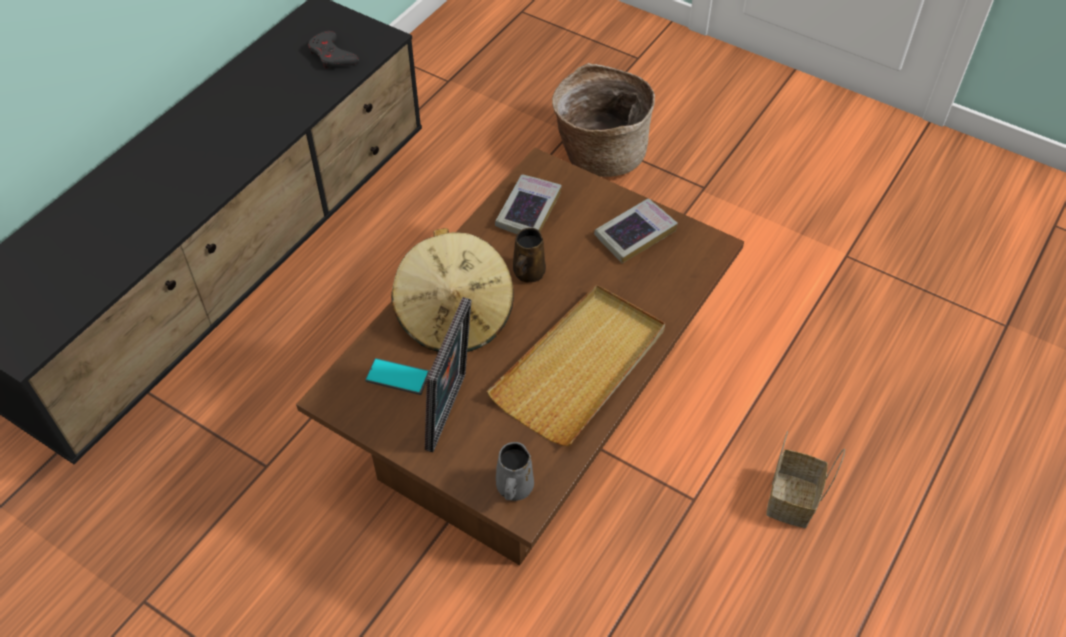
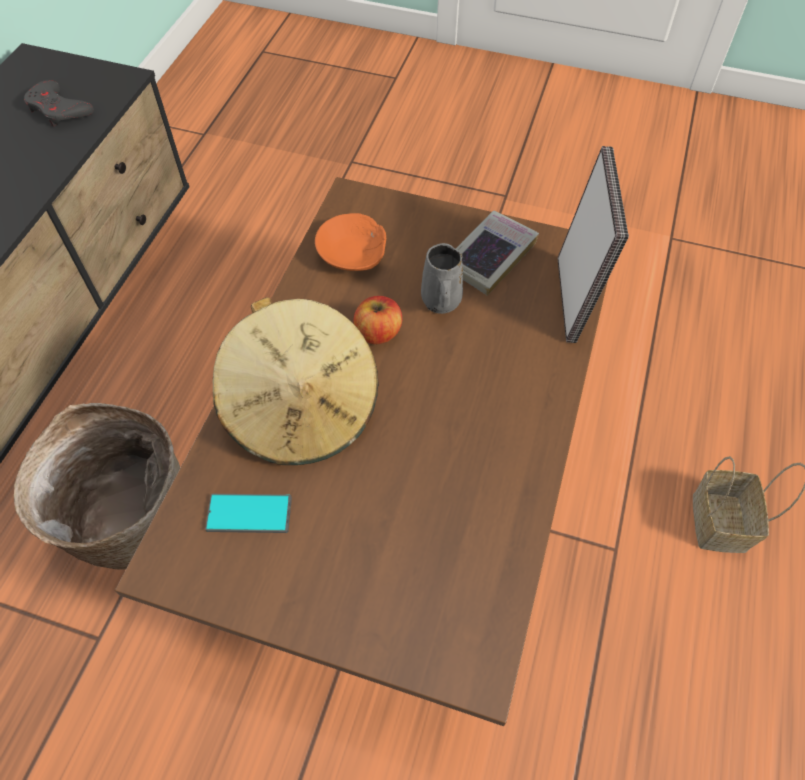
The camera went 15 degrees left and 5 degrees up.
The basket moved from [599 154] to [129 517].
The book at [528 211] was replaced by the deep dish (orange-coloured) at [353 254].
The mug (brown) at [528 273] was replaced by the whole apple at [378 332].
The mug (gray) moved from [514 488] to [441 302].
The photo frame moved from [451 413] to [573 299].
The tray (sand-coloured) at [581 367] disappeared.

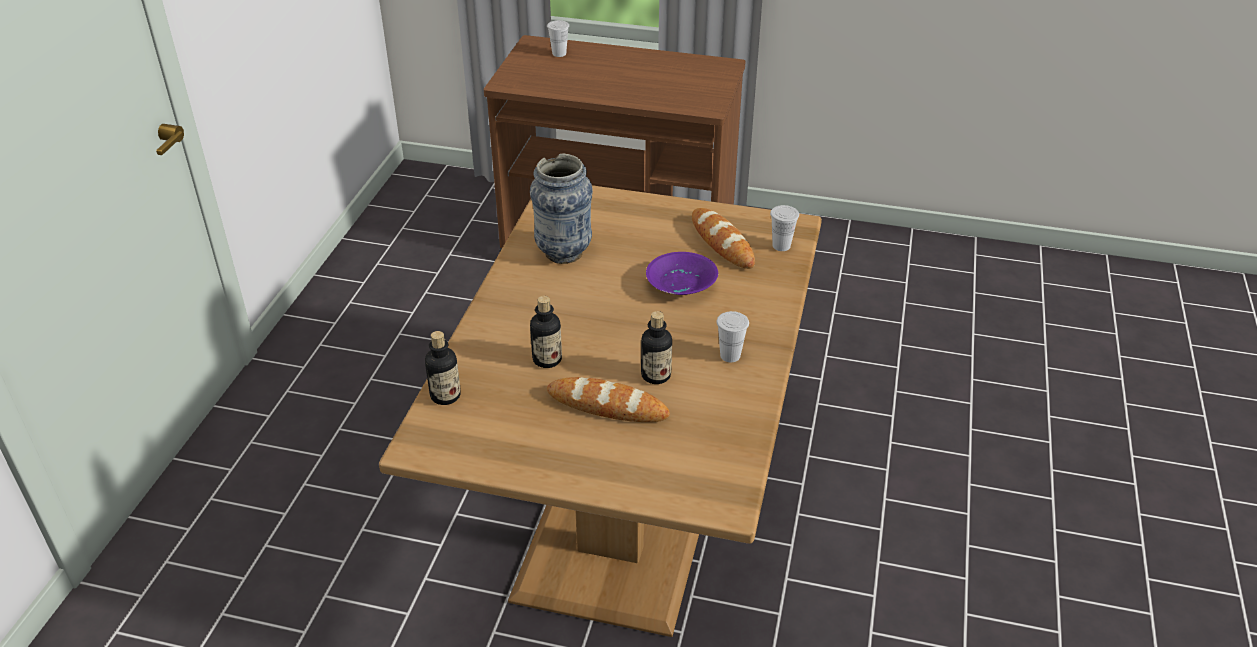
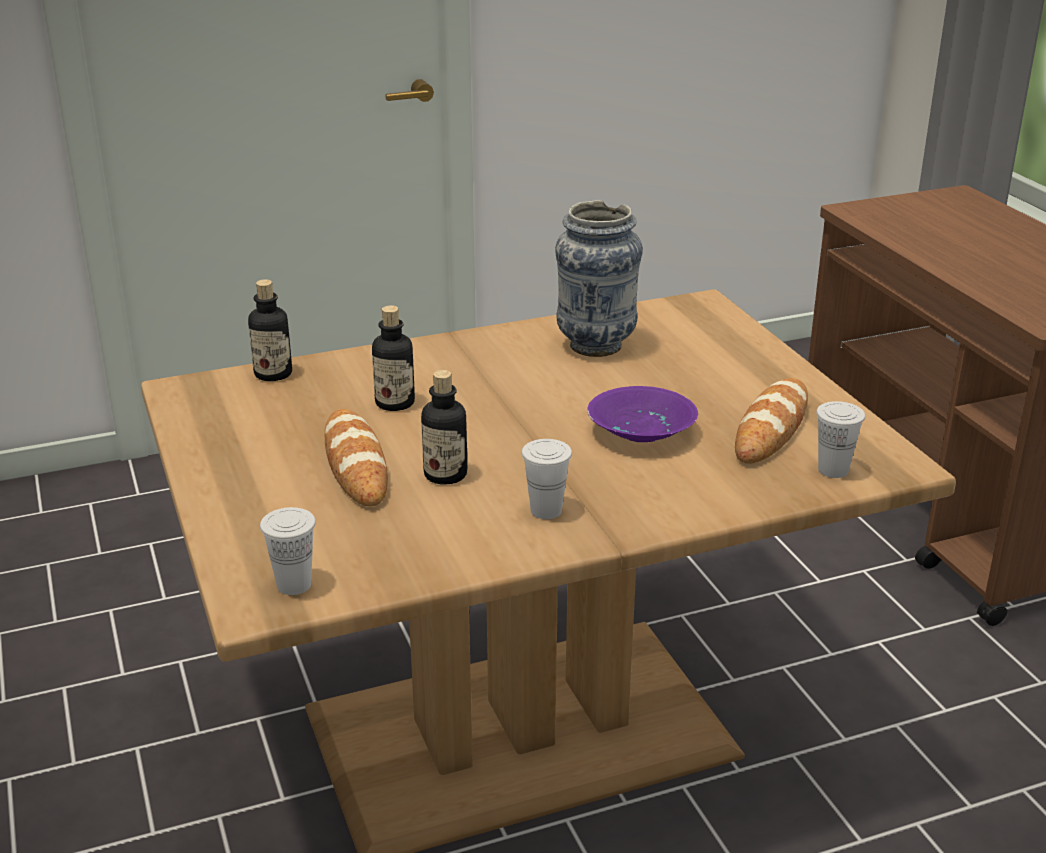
The camera went 55 degrees right and 10 degrees down.
The small cup (white-coloured) moved from [559 53] to [294 585].

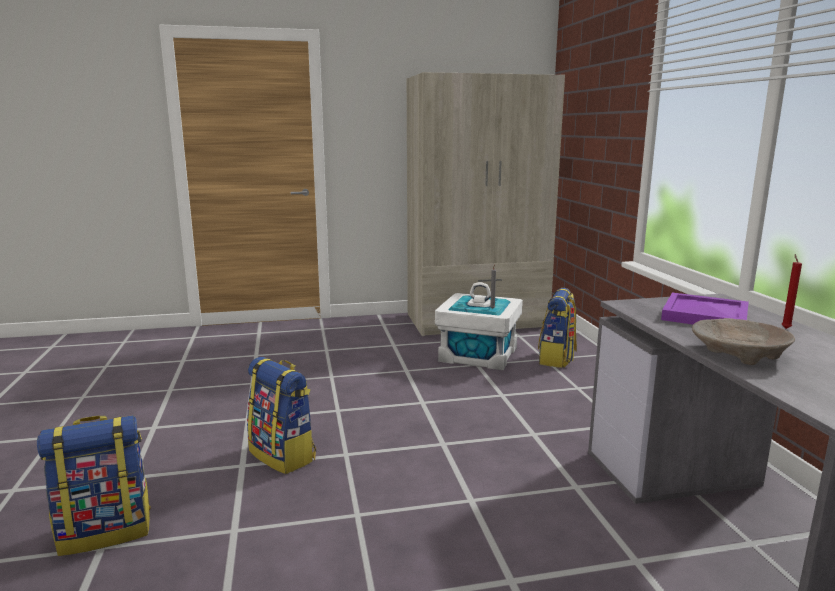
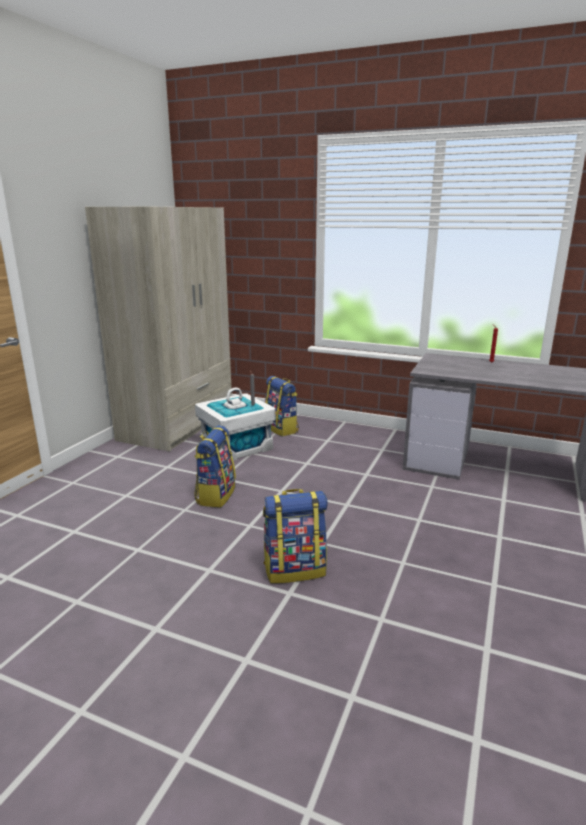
The camera went 55 degrees left and 5 degrees up.
The rucksack moved from [106 531] to [215 495].
The tray (purple) at [703 315] disappeared.
The deep dish (sand-coloured) at [738 354] disappeared.

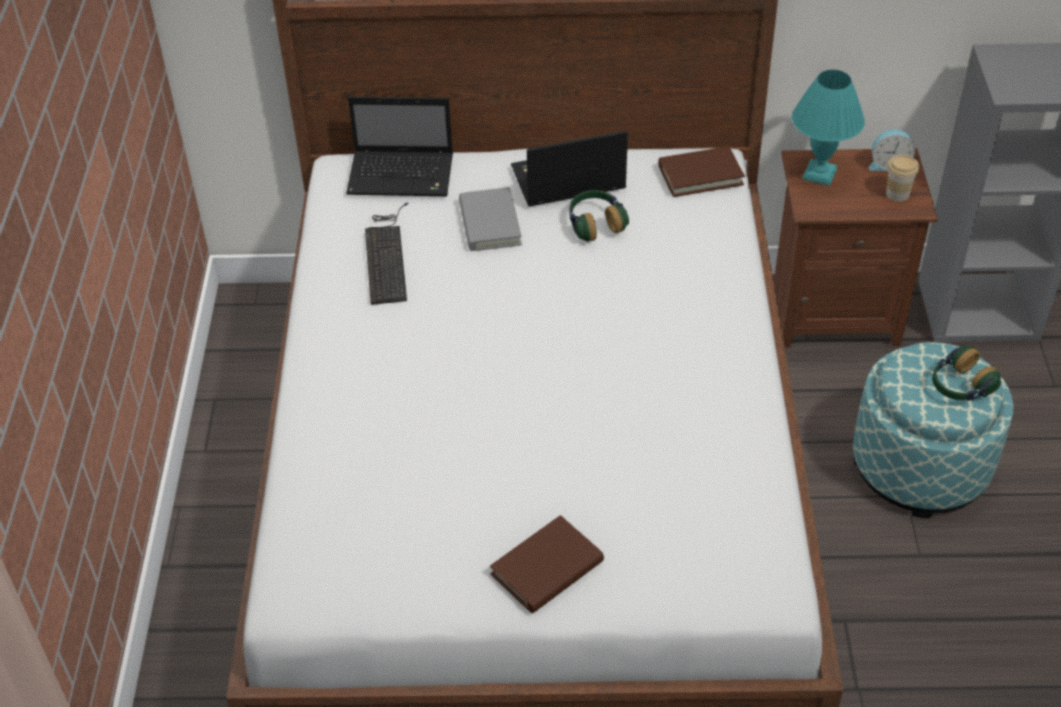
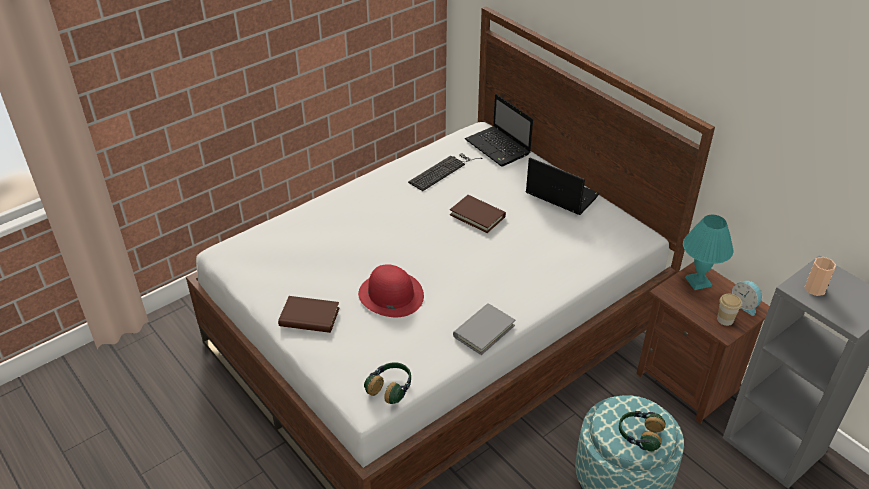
The camera went 50 degrees right and 5 degrees down.
The wearable hat (red) at [390 295] appeared.
The headset moved from [595 224] to [391 388].
The book (brown) moved from [700 175] to [477 216].
The book (gray) moved from [489 223] to [484 331].
The small cup at [815 289] appeared.

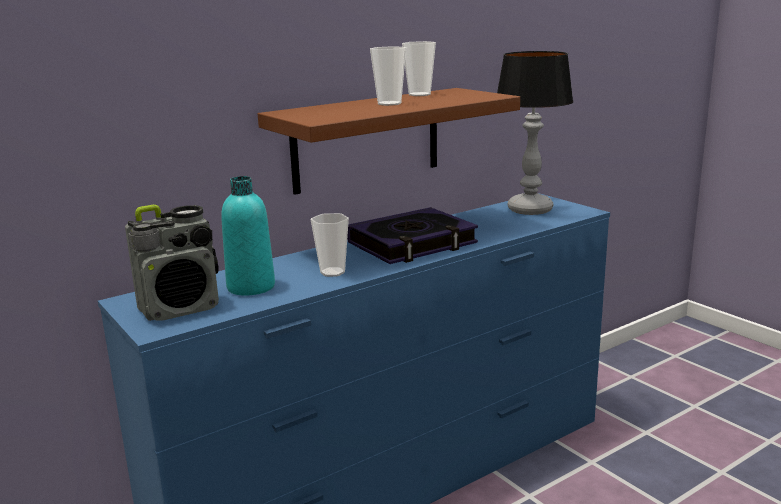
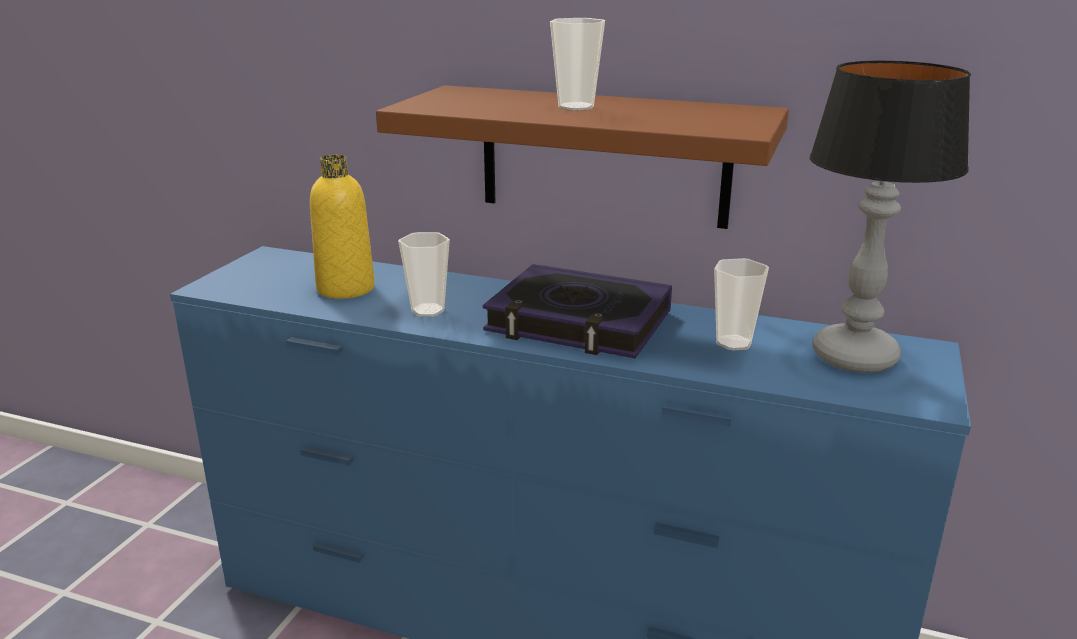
The camera went 55 degrees right and 5 degrees up.
The drink bottle (turquoise) at [251 287] became the drink bottle (yellow) at [345 288].
The small cup moved from [419 94] to [733 343].
The radio at [181 308] disappeared.

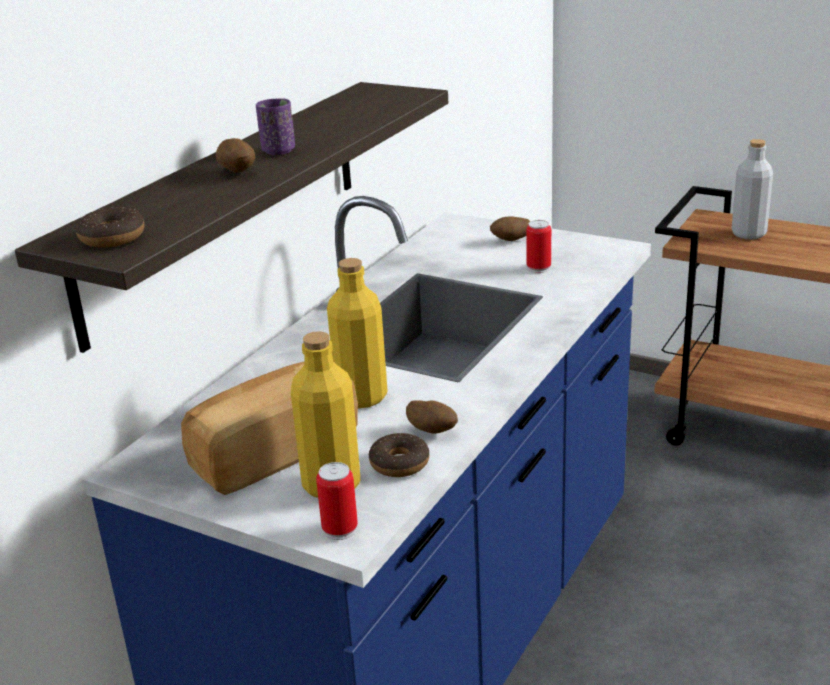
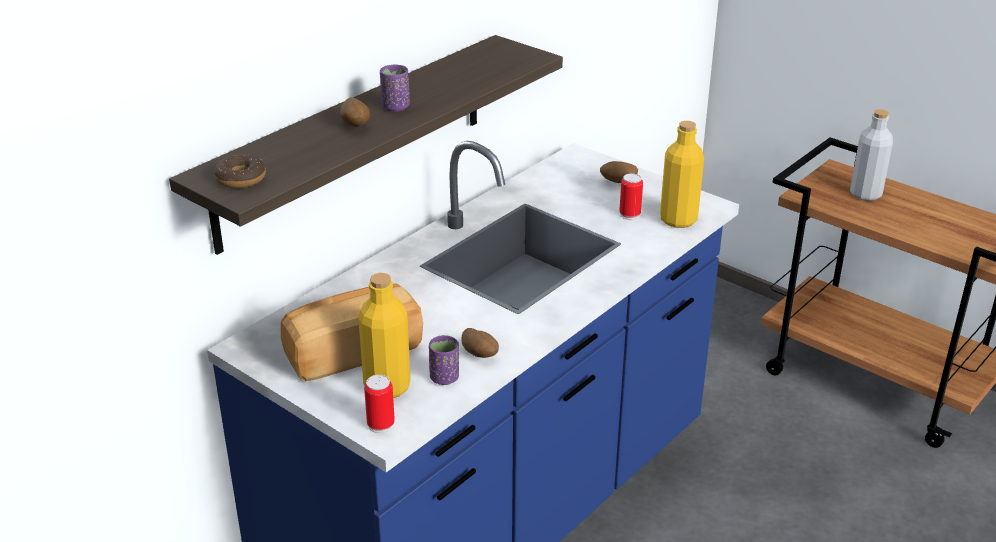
The camera went 10 degrees right and 5 degrees up.
The donut at [399 463] was replaced by the small cup (purple) at [444 378].
The drink bottle (yellow) moved from [361 397] to [678 220].

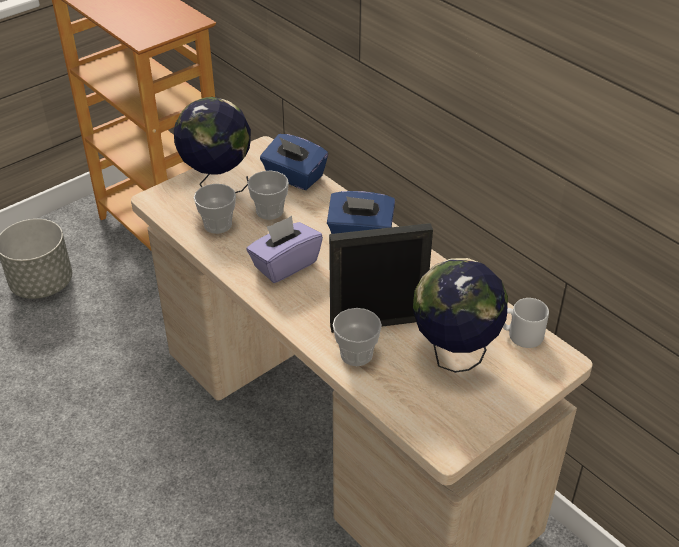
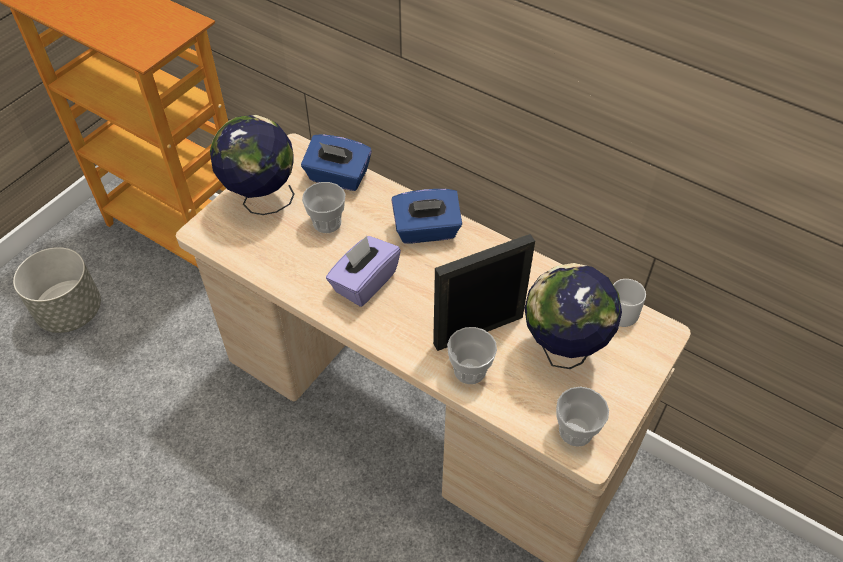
The camera went 15 degrees left and 10 degrees up.
The small cup moved from [218 225] to [575 431].

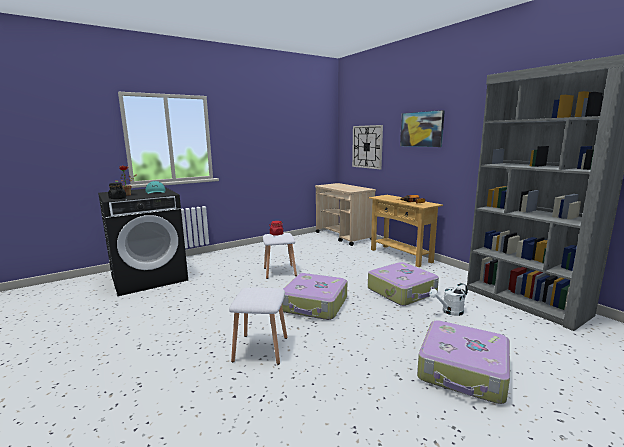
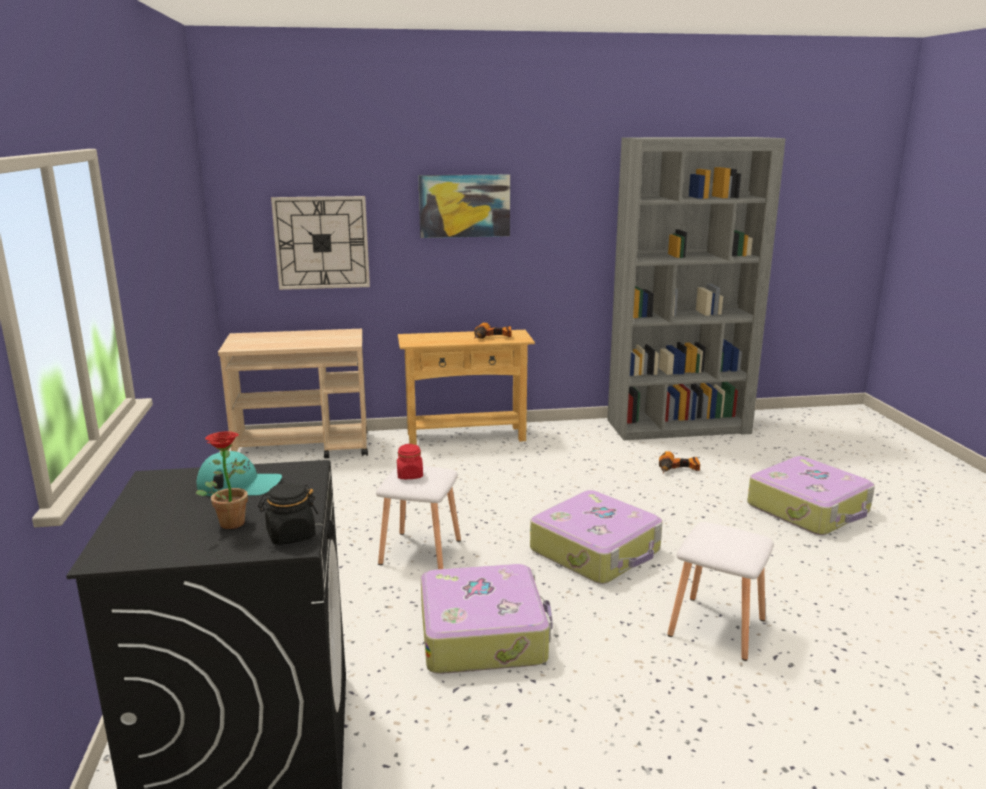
The camera went 65 degrees left and 5 degrees up.
The travel case moved from [402 291] to [483 634].
The sprinkling can (white-coloured) at [449 311] was replaced by the drill at [678 470].

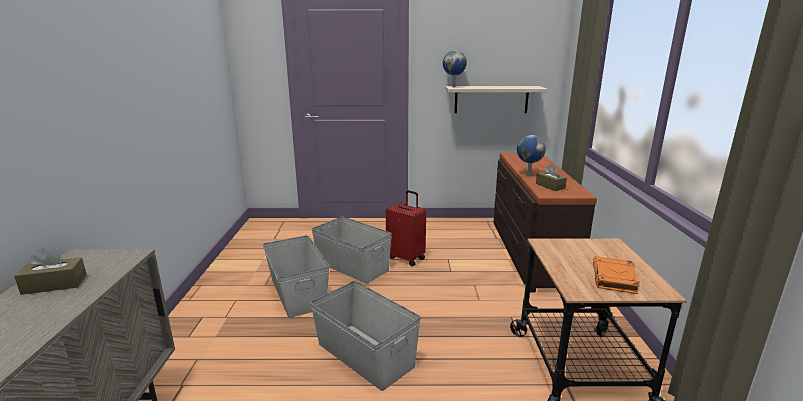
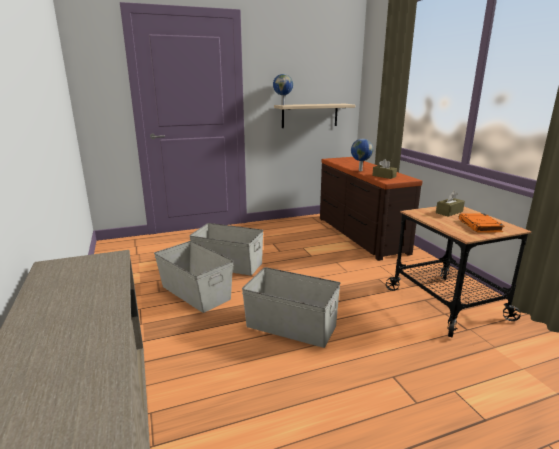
The camera went 20 degrees left and 0 degrees up.
The tissue box (brown) moved from [55 284] to [449 212].
The travel case (red) at [406 258] disappeared.

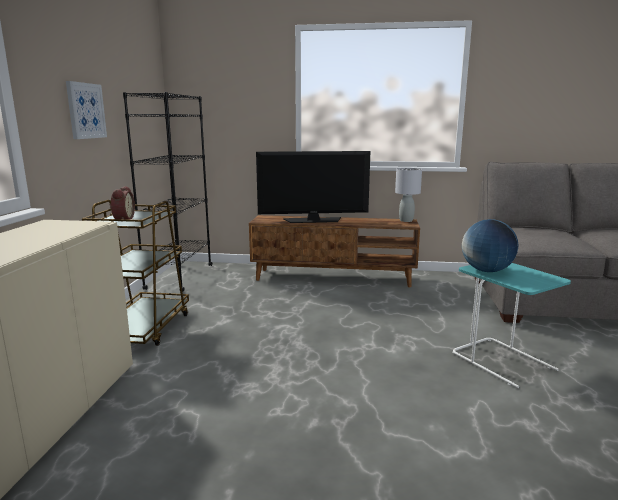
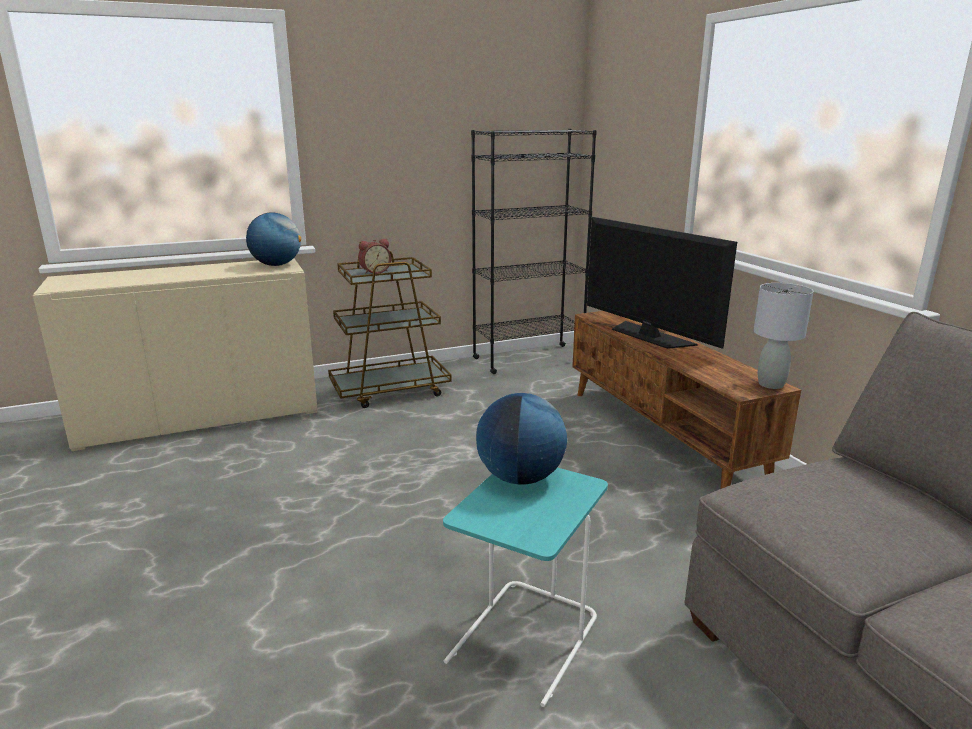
The camera went 60 degrees right and 5 degrees up.
The desk globe at [276 265] appeared.
The wall picture at [85 111] disappeared.

